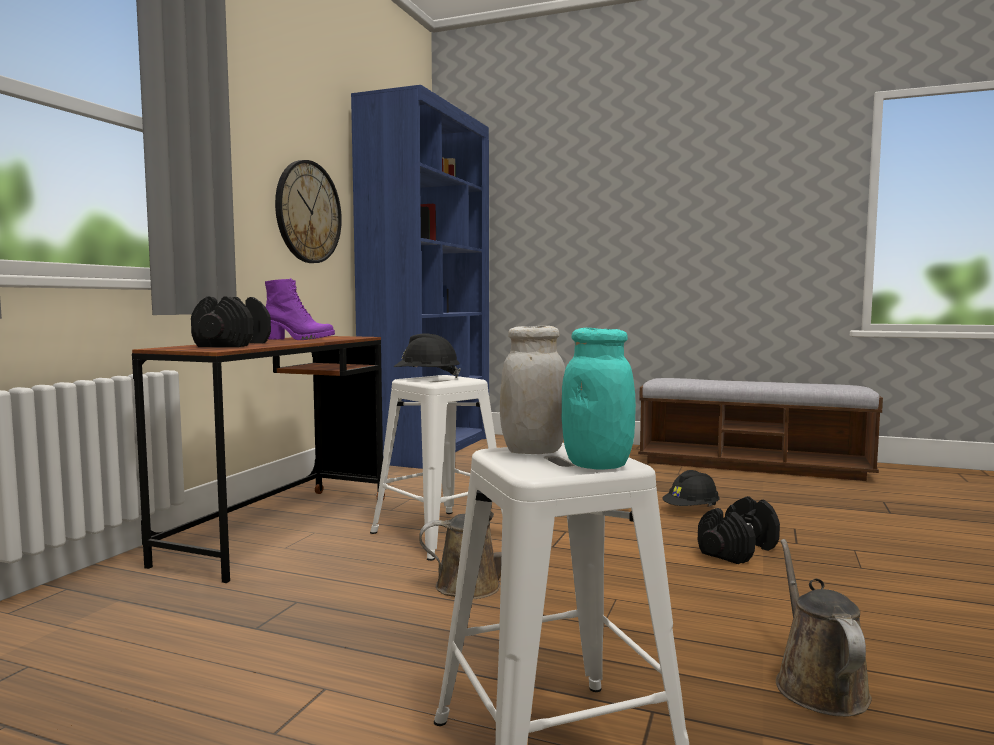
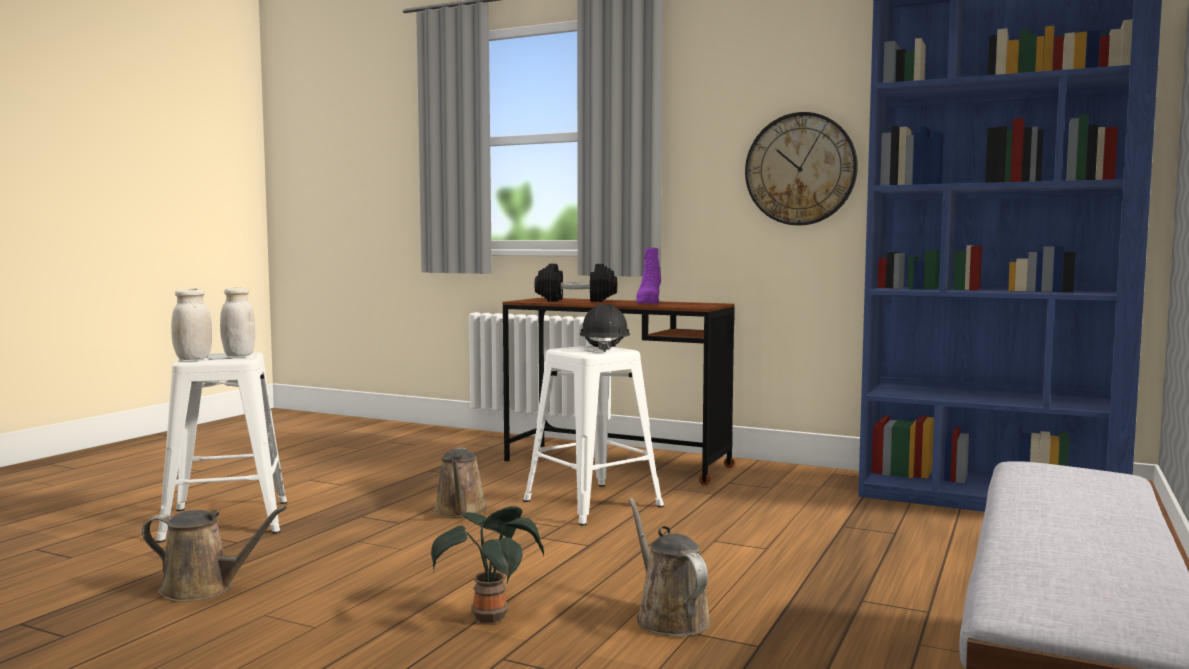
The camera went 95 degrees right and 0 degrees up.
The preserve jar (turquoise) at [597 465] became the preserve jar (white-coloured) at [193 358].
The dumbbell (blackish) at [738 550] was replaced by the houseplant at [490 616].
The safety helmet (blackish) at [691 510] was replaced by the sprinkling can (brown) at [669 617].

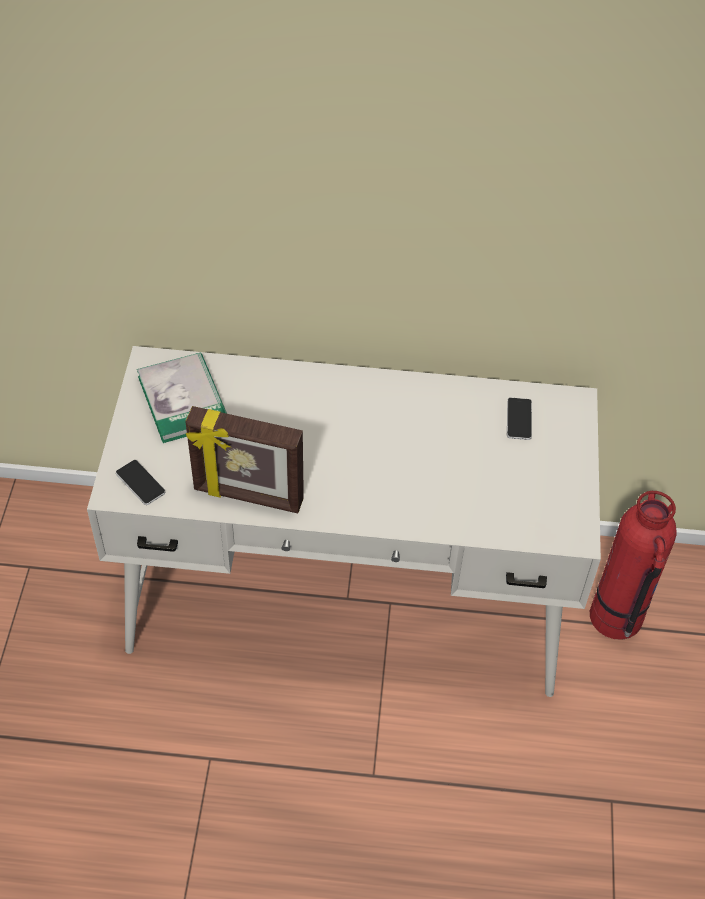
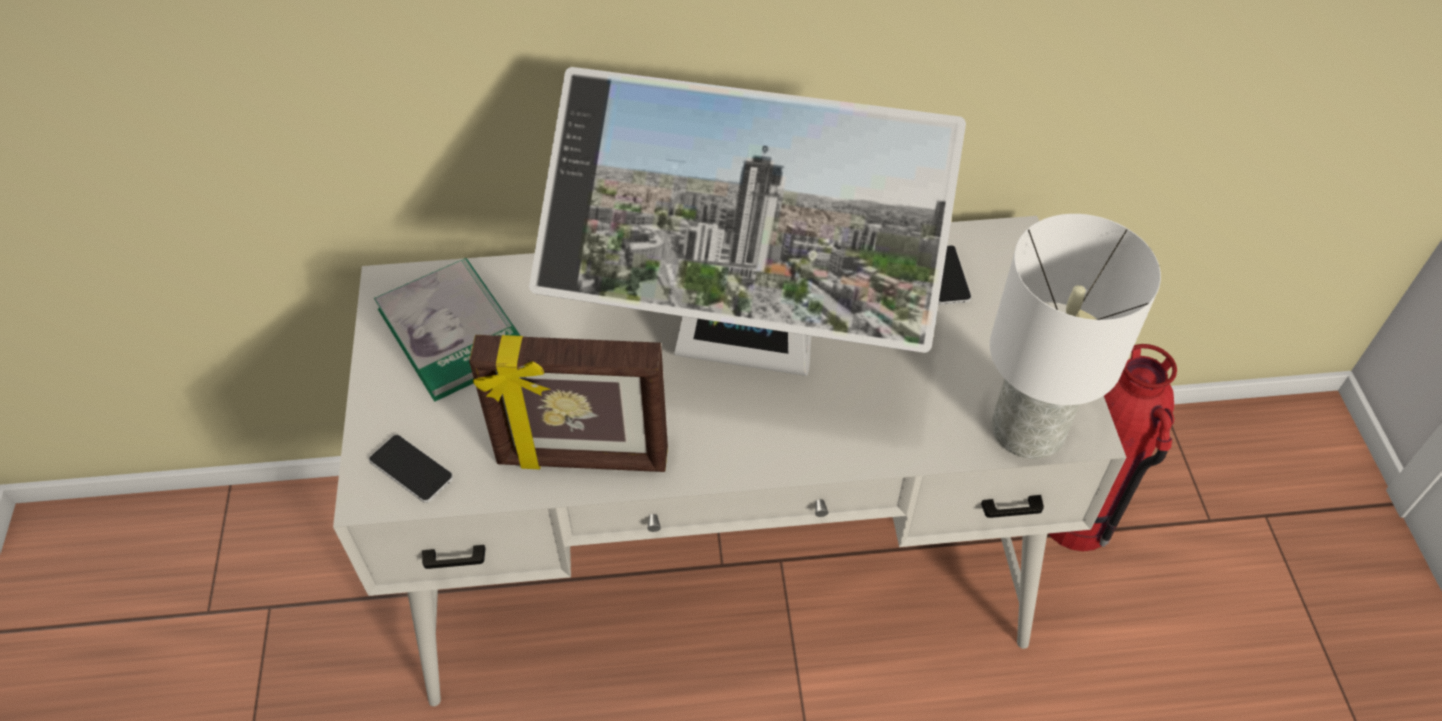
The camera went 10 degrees left and 0 degrees up.
The computer display at [742 358] appeared.
The lamp for a table (white-coloured) at [1030 429] appeared.

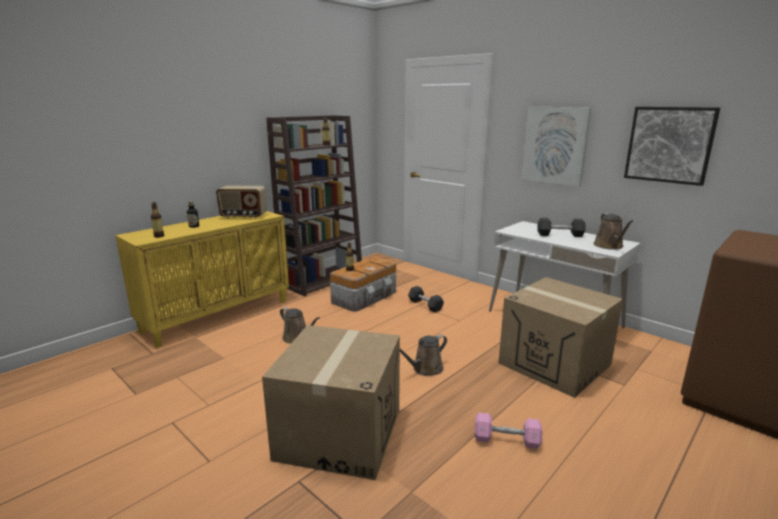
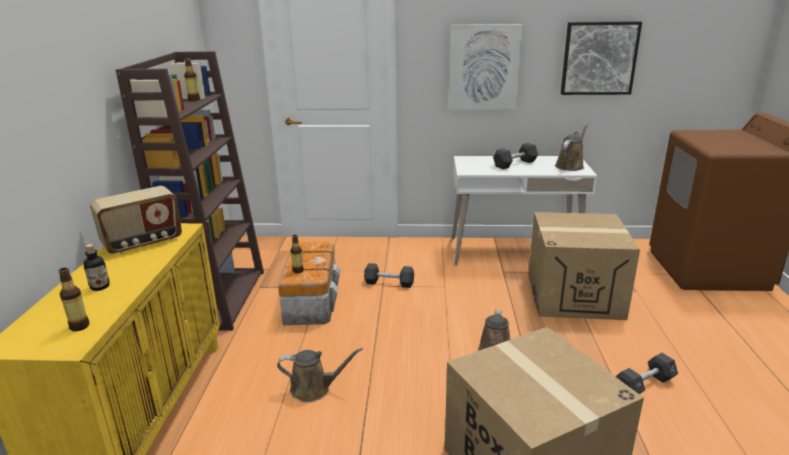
The camera went 40 degrees left and 5 degrees up.
The sprinkling can (brown) at [609 246] turned 105 degrees counterclockwise.
The dumbbell (pink) at [506 440] became the dumbbell (blackish) at [644 385].

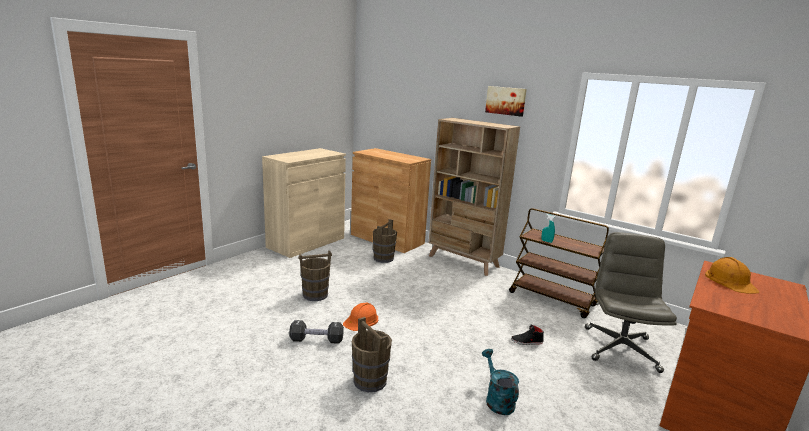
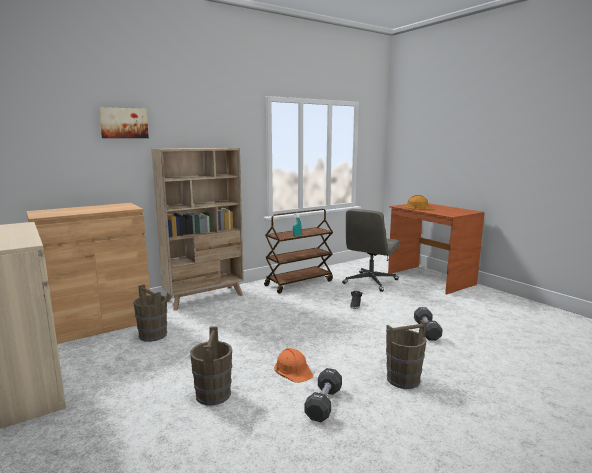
The camera went 70 degrees left and 5 degrees down.
The wall picture moved from [506 100] to [123 123].
The computer chair (gray) at [620 348] turned 90 degrees counterclockwise.
The sprinkling can (turquoise) at [497 400] was replaced by the dumbbell (blackish) at [426 331].

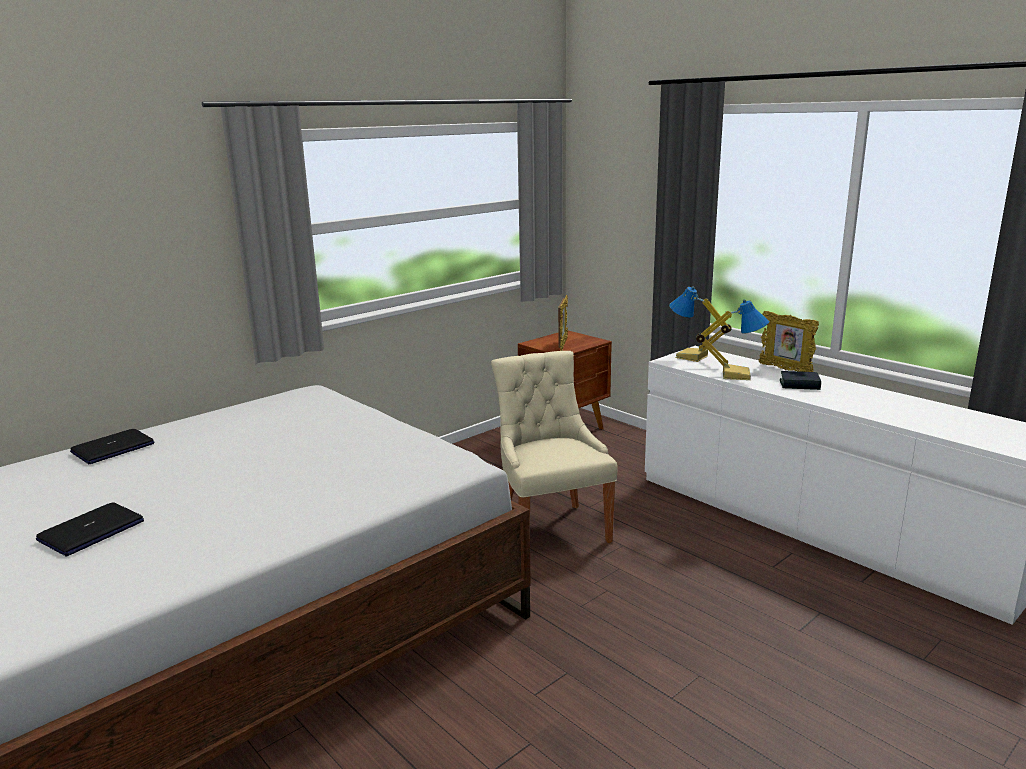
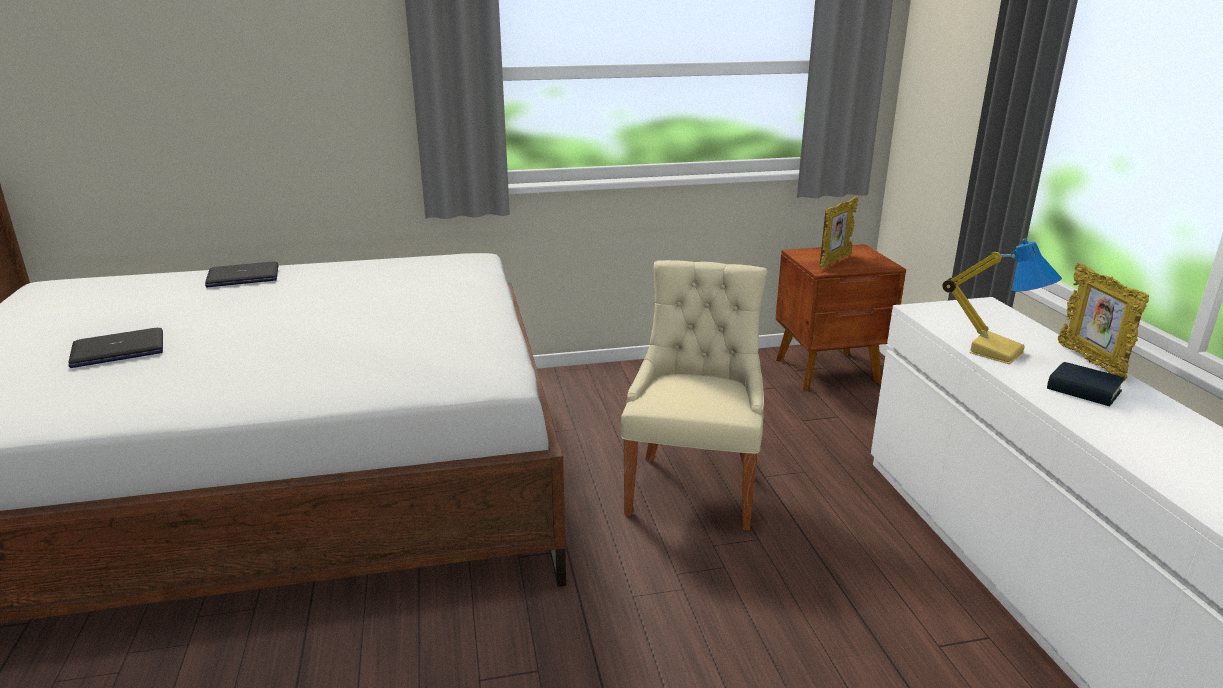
The camera went 30 degrees right and 5 degrees up.
The lamp for a table at [691 357] disappeared.

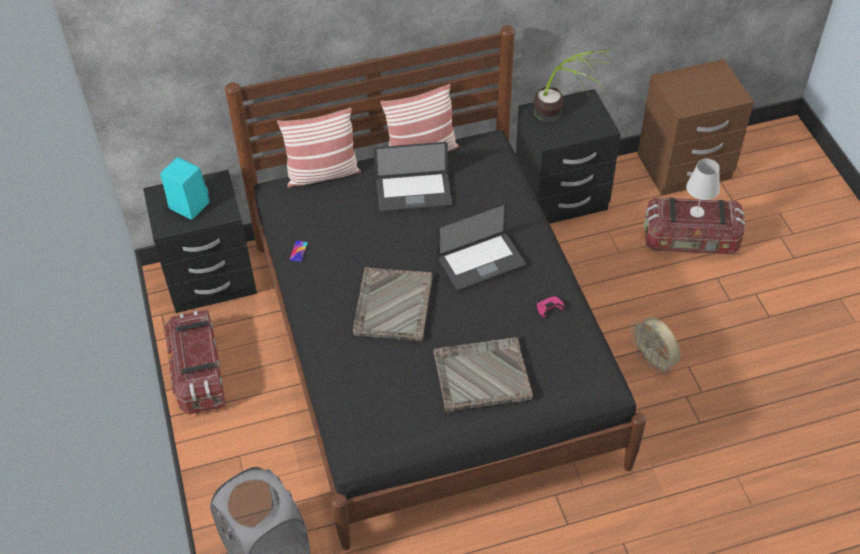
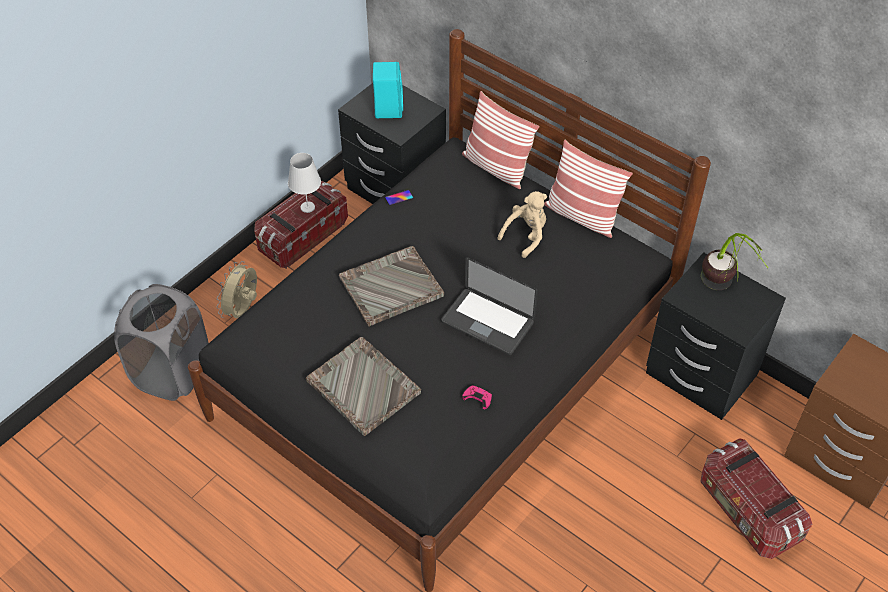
The camera went 55 degrees right and 0 degrees up.
The electric fan (sand-coloured) moved from [653 361] to [243 310].
The lamp for a table (white-coloured) moved from [696 212] to [307 207].
The portable computer at [413 193] was replaced by the plush toy (sand-coloured) at [526 235].

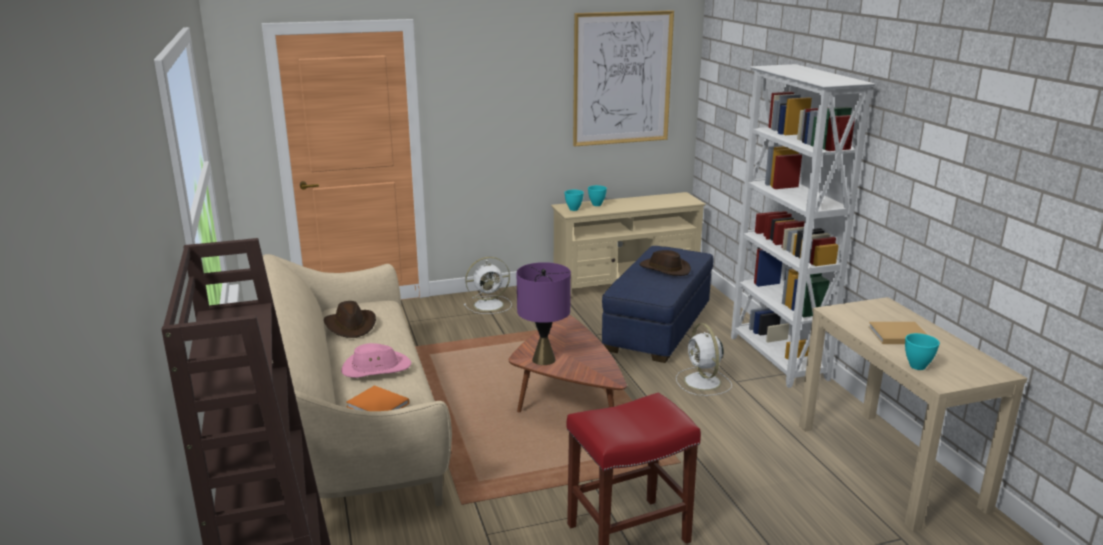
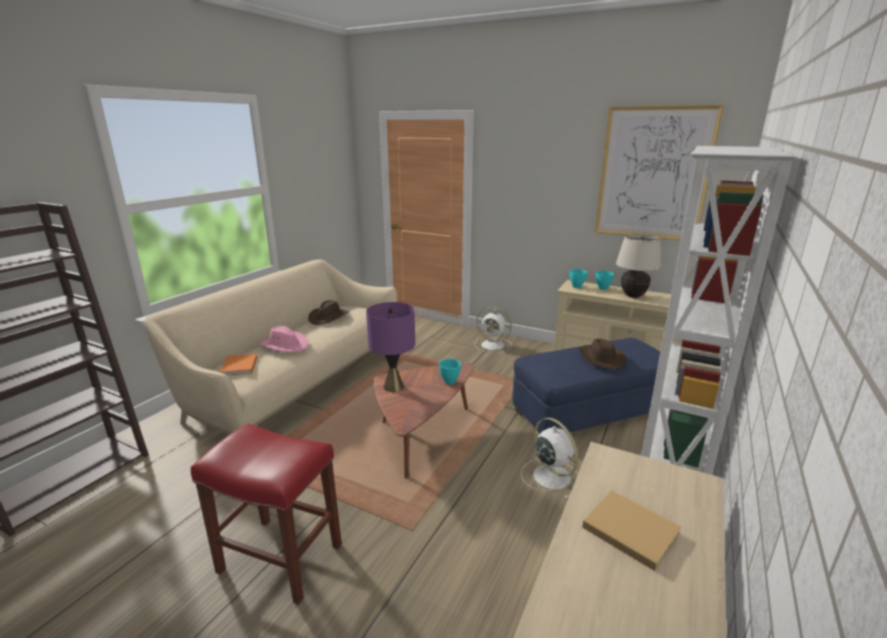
The camera went 45 degrees right and 0 degrees up.
The deep dish (turquoise) moved from [917 367] to [449 382].
The electric fan (white-coloured) at [703 382] turned 120 degrees clockwise.
The lamp for a table (sand-coloured) at [633 296] appeared.

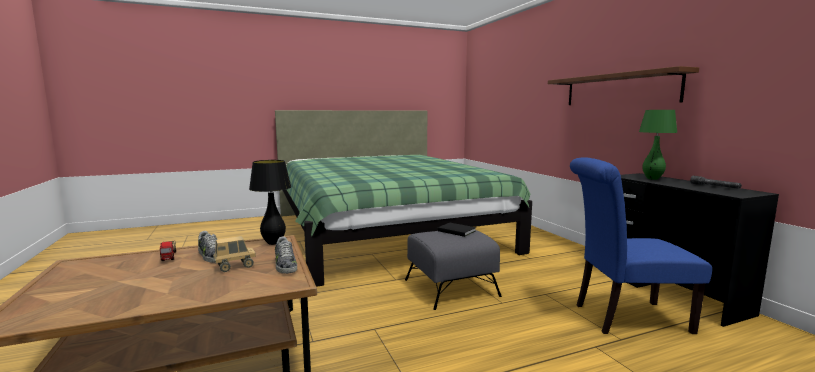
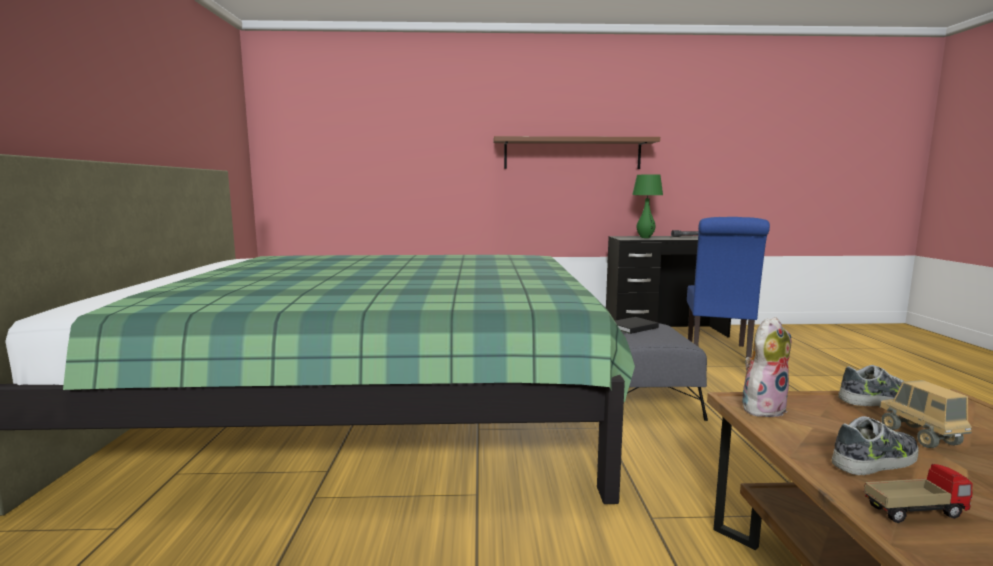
The camera went 70 degrees left and 0 degrees up.
The lamp for a table (blackish) at [273 243] was replaced by the plush toy at [762 408].

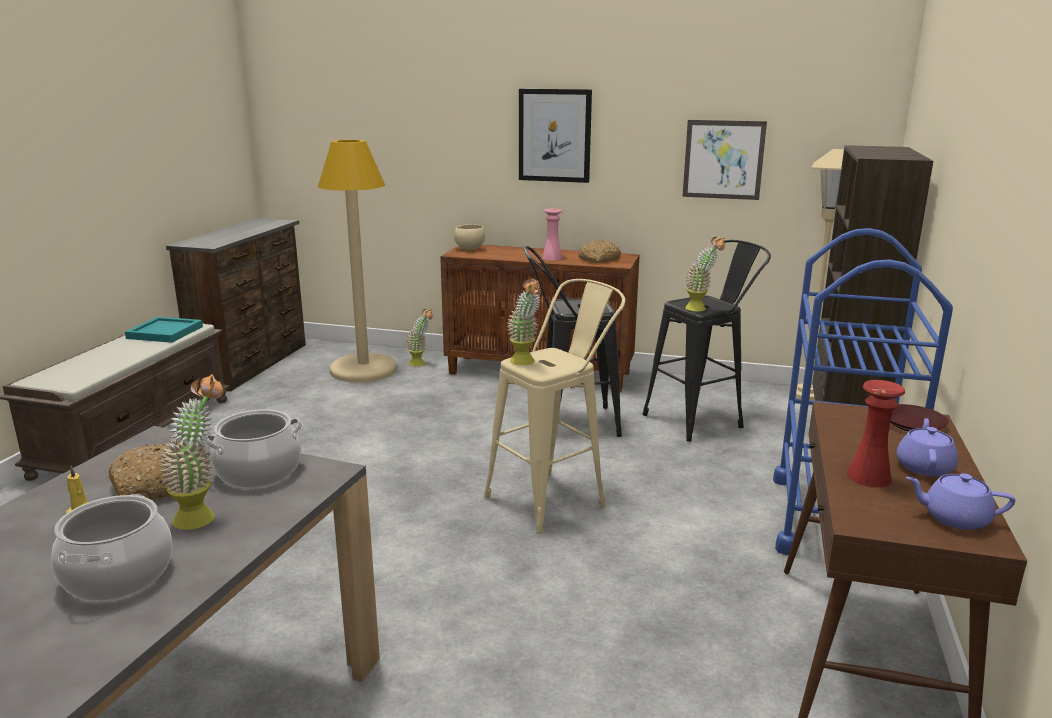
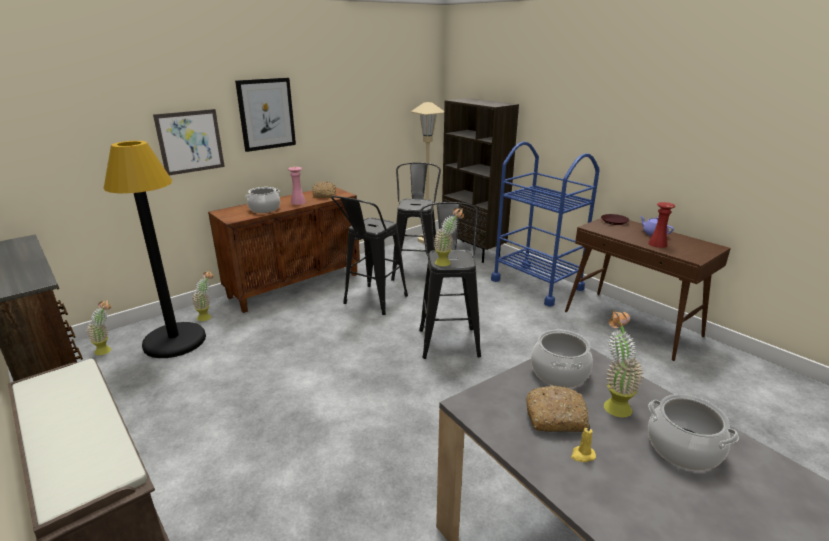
The camera went 55 degrees left and 5 degrees up.
The houseplant moved from [701 309] to [107 350].
The floor lamp (sand-coloured) at [363 370] became the floor lamp (blackish) at [174 341].
The wall picture moved from [723 159] to [190 142].
The saucepot at [264 209] appeared.
The stool (sand-coloured) at [554 498] became the stool (blackish) at [448 338].
The tray (turquoise) at [165 332] disappeared.
The deep dish (sand-coloured) at [469 249] disappeared.
The pot for tea (purple) at [954 518] disappeared.

